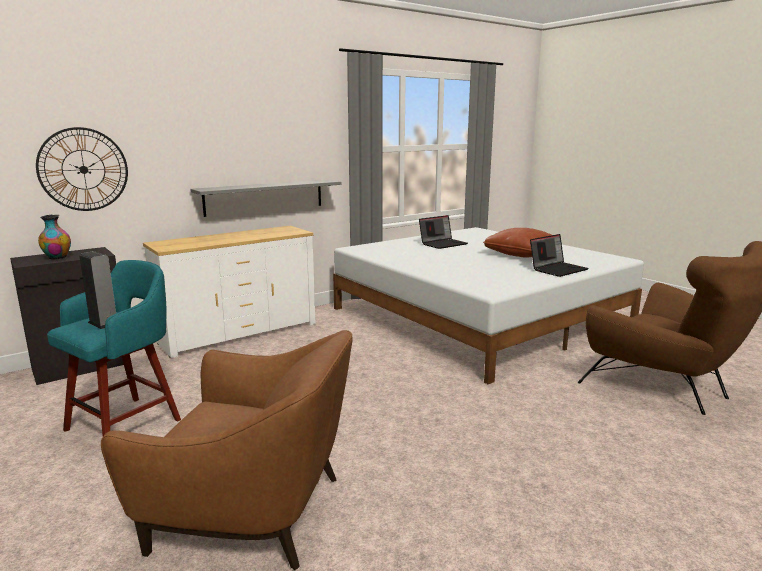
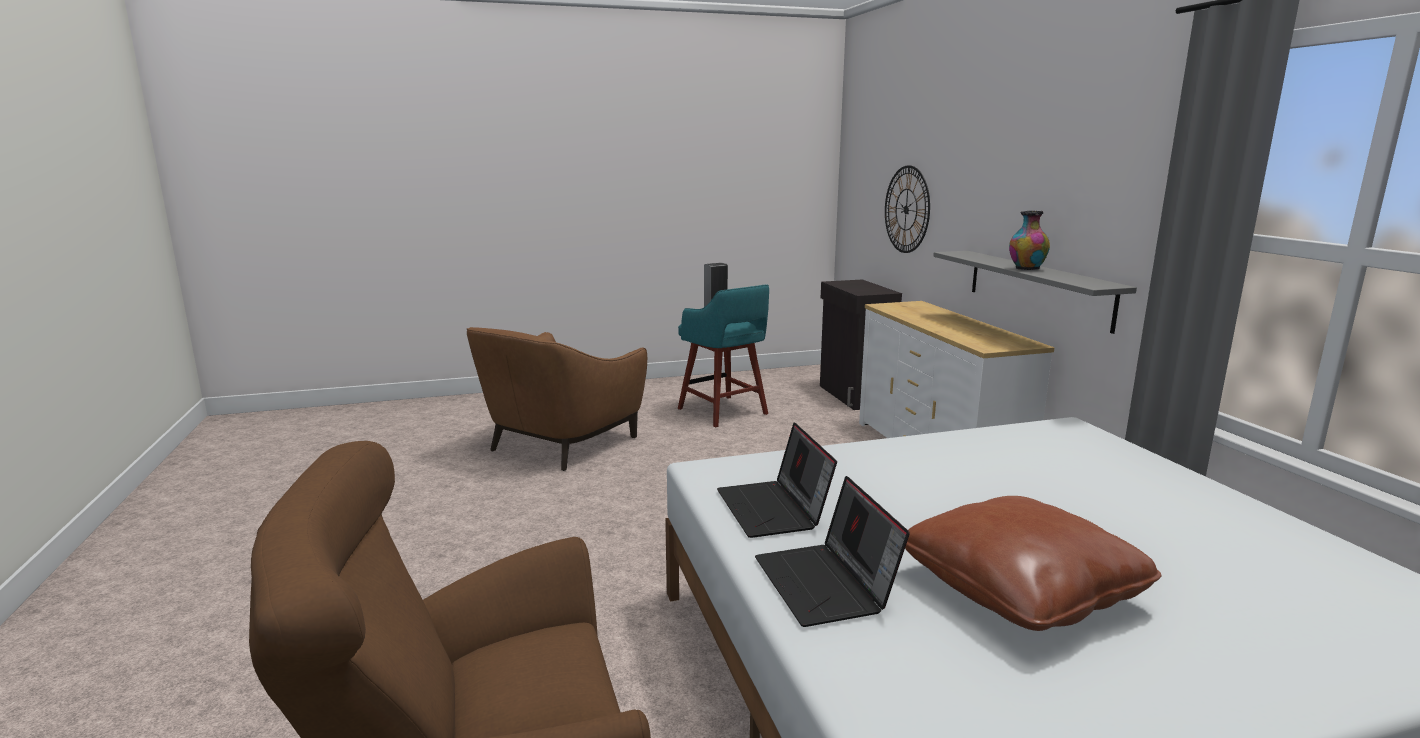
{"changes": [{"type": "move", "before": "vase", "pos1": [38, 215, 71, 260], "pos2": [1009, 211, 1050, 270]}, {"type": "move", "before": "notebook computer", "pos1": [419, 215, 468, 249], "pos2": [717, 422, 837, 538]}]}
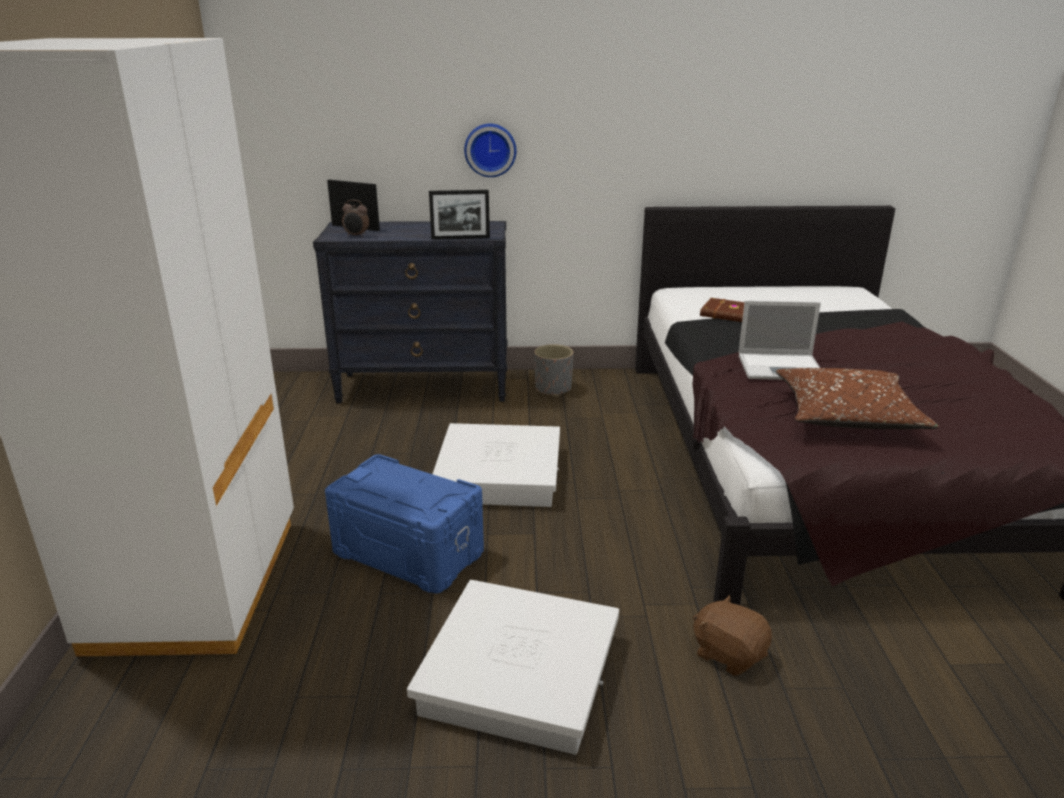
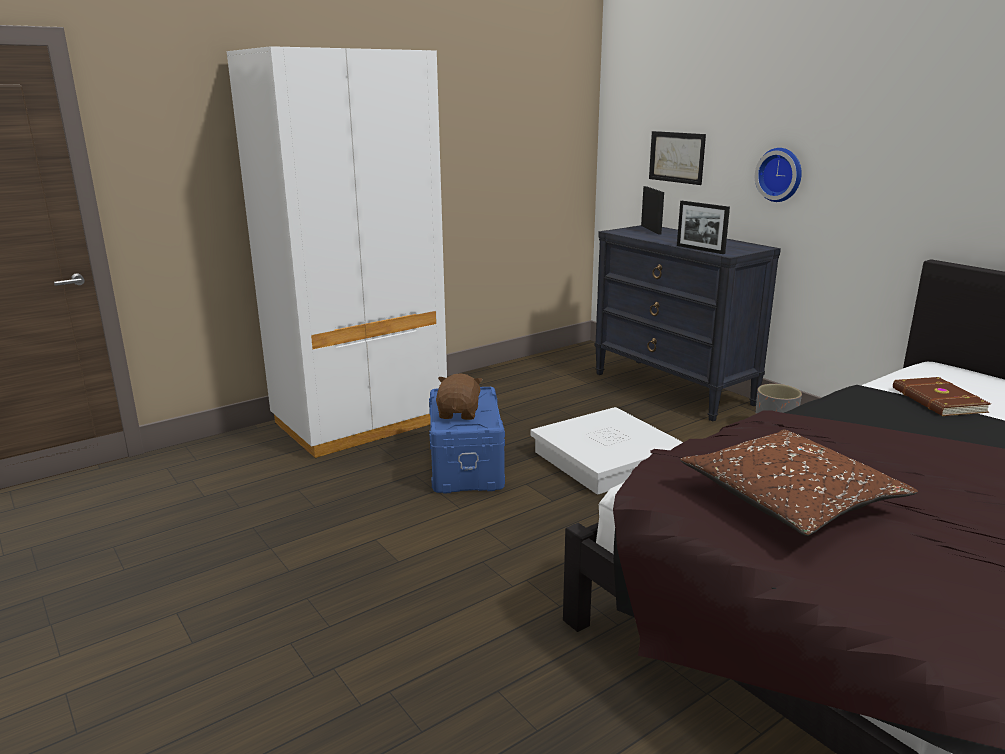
{"changes": [{"type": "delete", "before": "alarm clock", "pos1": [342, 200, 369, 237]}, {"type": "delete", "before": "whitish storage box", "pos1": [407, 580, 619, 755]}, {"type": "move", "before": "brownish cuddly toy", "pos1": [693, 595, 772, 676], "pos2": [436, 373, 483, 420]}, {"type": "delete", "before": "notebook computer", "pos1": [739, 300, 821, 380]}, {"type": "insert", "after": "wall picture", "pos2": [649, 131, 706, 185]}]}
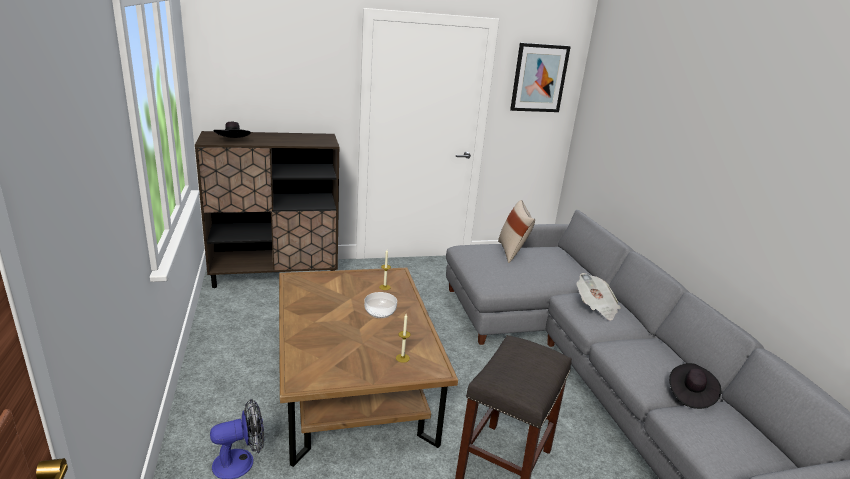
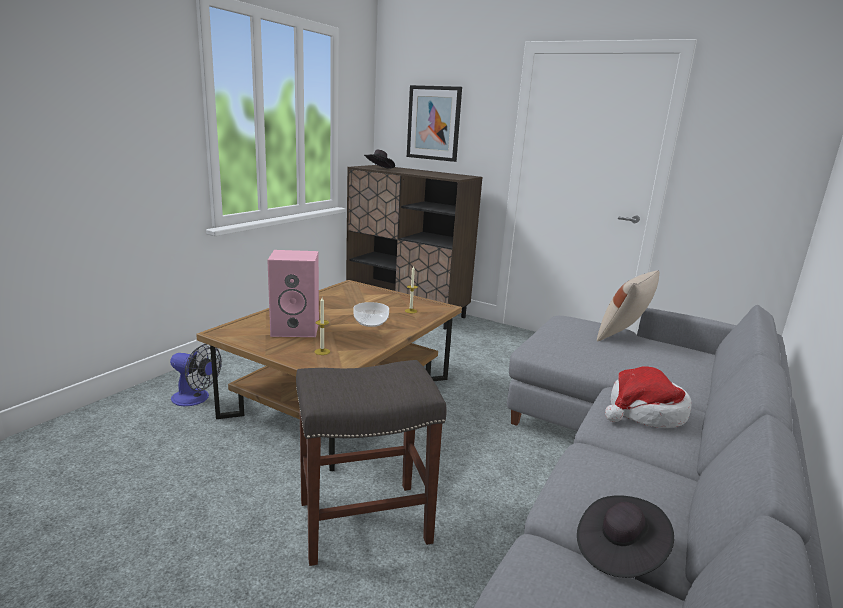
{"changes": [{"type": "move", "before": "wall picture", "pos1": [510, 43, 571, 112], "pos2": [407, 85, 462, 162]}, {"type": "replace", "before": "printed paper", "after": "hat", "pos1": [576, 273, 621, 321], "pos2": [605, 366, 691, 428]}, {"type": "insert", "after": "pink speaker", "pos2": [267, 250, 319, 337]}]}
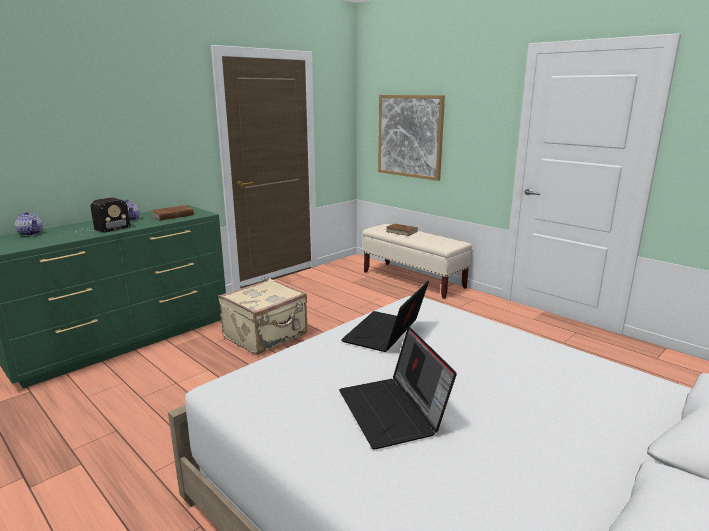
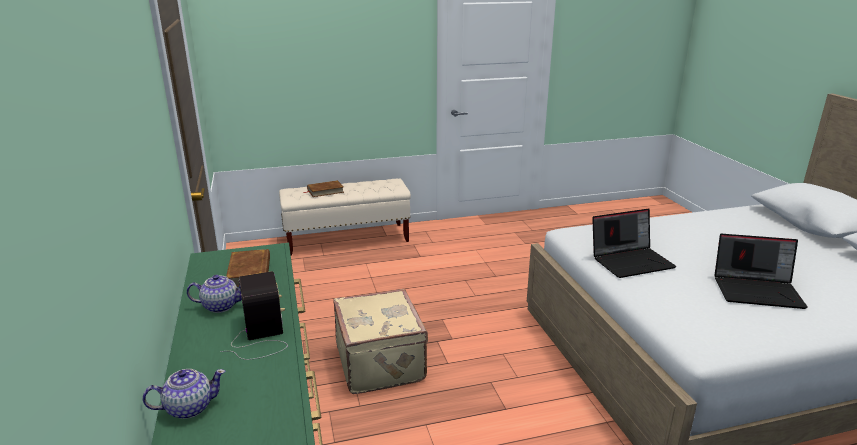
{"changes": [{"type": "rotate", "before": "notebook computer", "pos1": [341, 281, 429, 352], "pos2": [592, 208, 676, 278], "turn": -75}, {"type": "delete", "before": "wall picture", "pos1": [378, 95, 445, 181]}]}
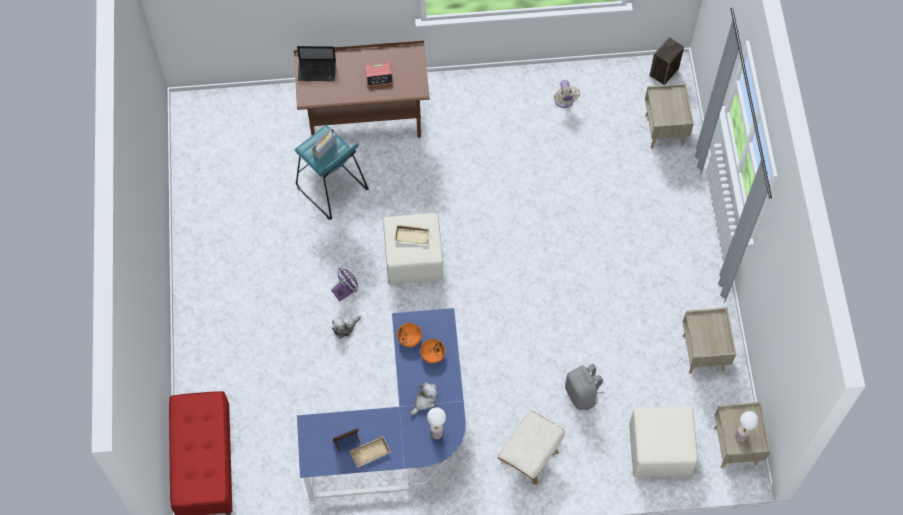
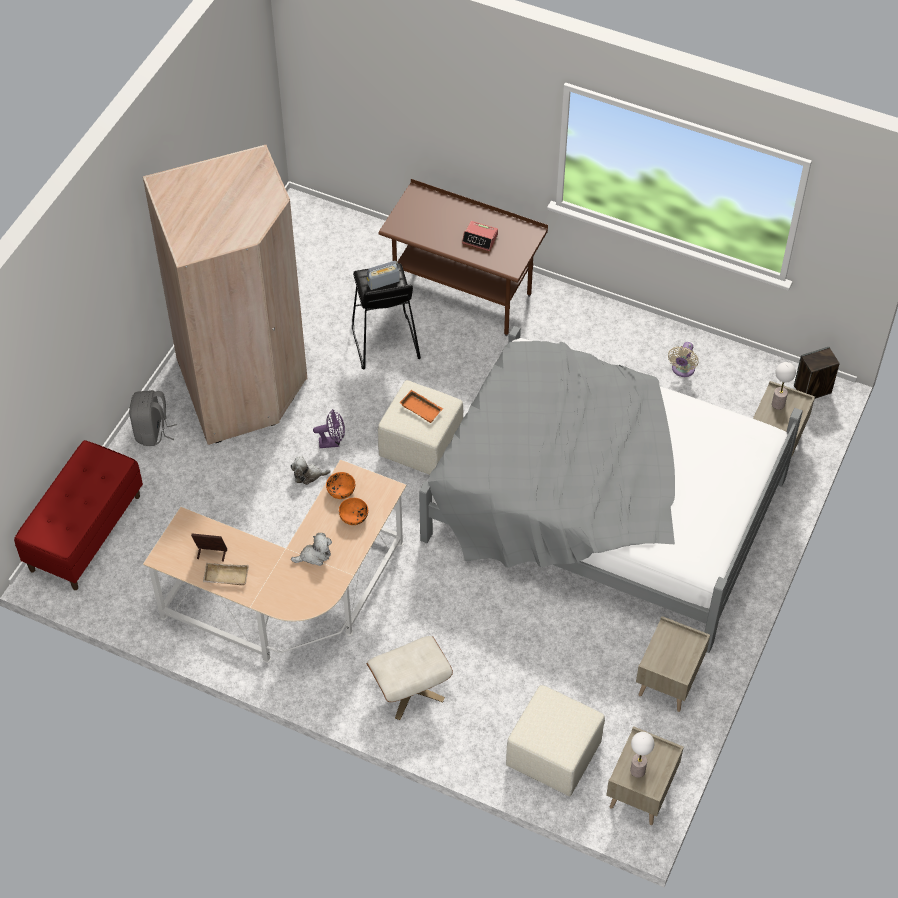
{"changes": [{"type": "recolor", "before": "blue-green stool seat", "after": "black-coloured stool seat", "pos1": [295, 125, 369, 220], "pos2": [352, 263, 421, 370]}, {"type": "delete", "before": "notebook computer", "pos1": [297, 46, 336, 81]}, {"type": "recolor", "before": "blue-coloured desk table", "after": "beige desk table", "pos1": [297, 308, 466, 503], "pos2": [143, 459, 407, 663]}, {"type": "recolor", "before": "beige carrying tray", "after": "orangey carrying tray", "pos1": [395, 225, 430, 244], "pos2": [399, 390, 443, 423]}, {"type": "move", "before": "lamp for a table", "pos1": [427, 407, 446, 439], "pos2": [772, 362, 796, 410]}, {"type": "move", "before": "greyish knapsack", "pos1": [565, 364, 604, 410], "pos2": [129, 390, 177, 446]}, {"type": "insert", "after": "beige wardrobe", "pos2": [143, 145, 308, 445]}, {"type": "insert", "after": "greyish bedroom bed", "pos2": [419, 326, 803, 653]}]}
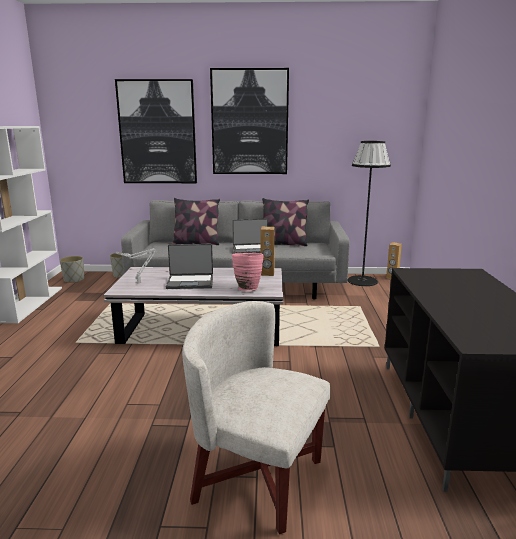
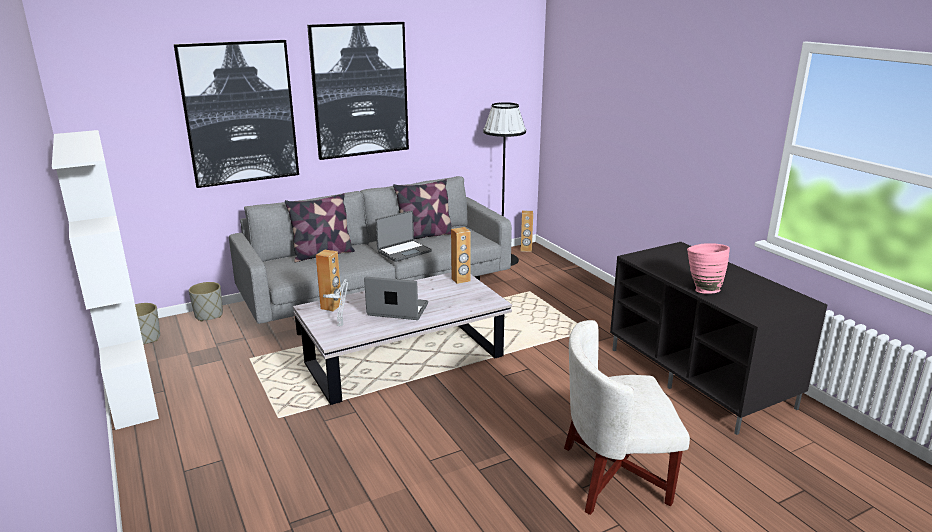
{"changes": [{"type": "rotate", "before": "notebook computer", "pos1": [166, 244, 213, 289], "pos2": [364, 277, 428, 320], "turn": -135}, {"type": "move", "before": "pink vase", "pos1": [232, 253, 264, 291], "pos2": [687, 243, 730, 294]}, {"type": "insert", "after": "brownish speaker", "pos2": [316, 249, 342, 311]}]}
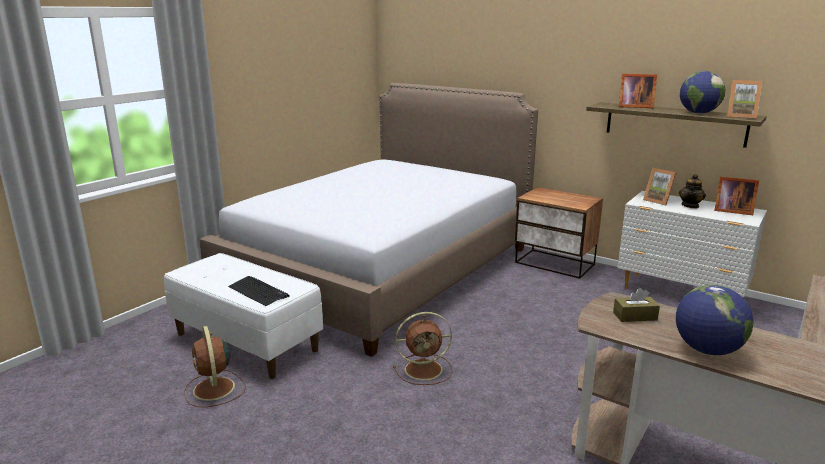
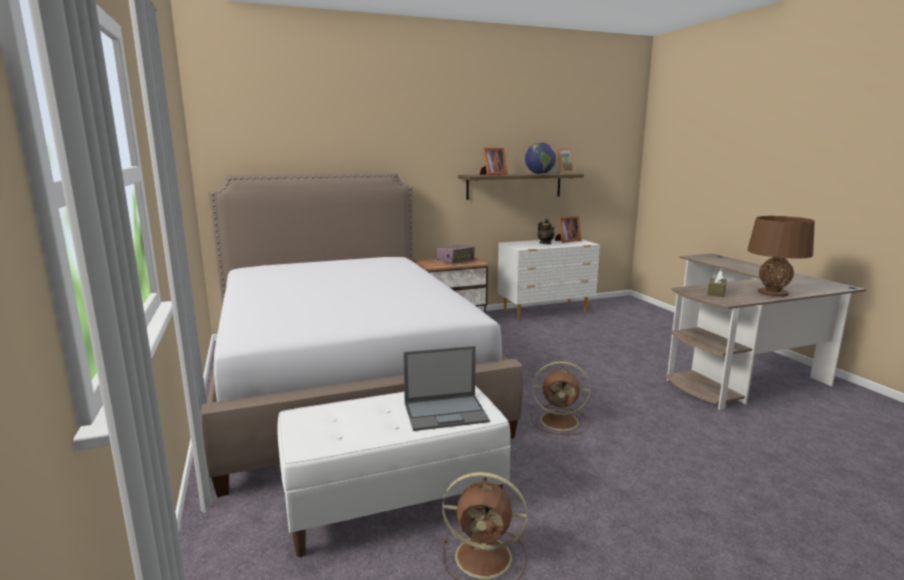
{"changes": [{"type": "replace", "before": "keyboard", "after": "notebook computer", "pos1": [228, 276, 290, 306], "pos2": [403, 346, 490, 431]}, {"type": "rotate", "before": "brownish fan", "pos1": [393, 312, 452, 385], "pos2": [530, 361, 590, 435], "turn": 75}, {"type": "delete", "before": "photo frame", "pos1": [643, 168, 676, 205]}, {"type": "replace", "before": "globe", "after": "brownish lamp for a table", "pos1": [676, 285, 753, 355], "pos2": [747, 216, 815, 297]}, {"type": "insert", "after": "radio receiver", "pos2": [437, 245, 475, 264]}]}
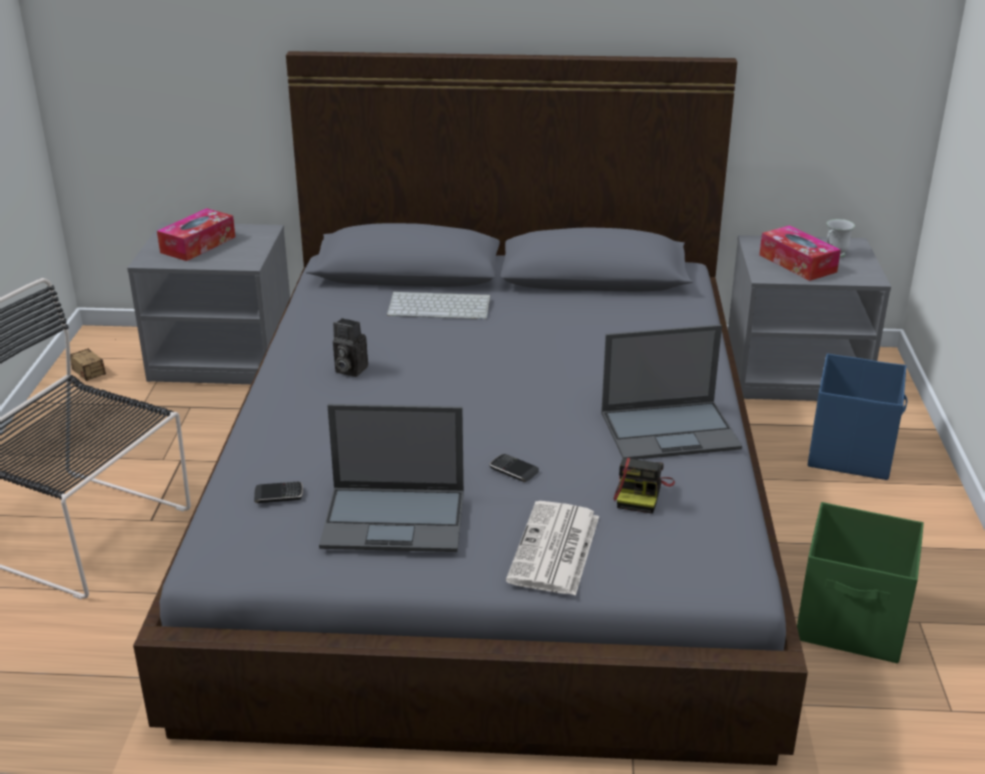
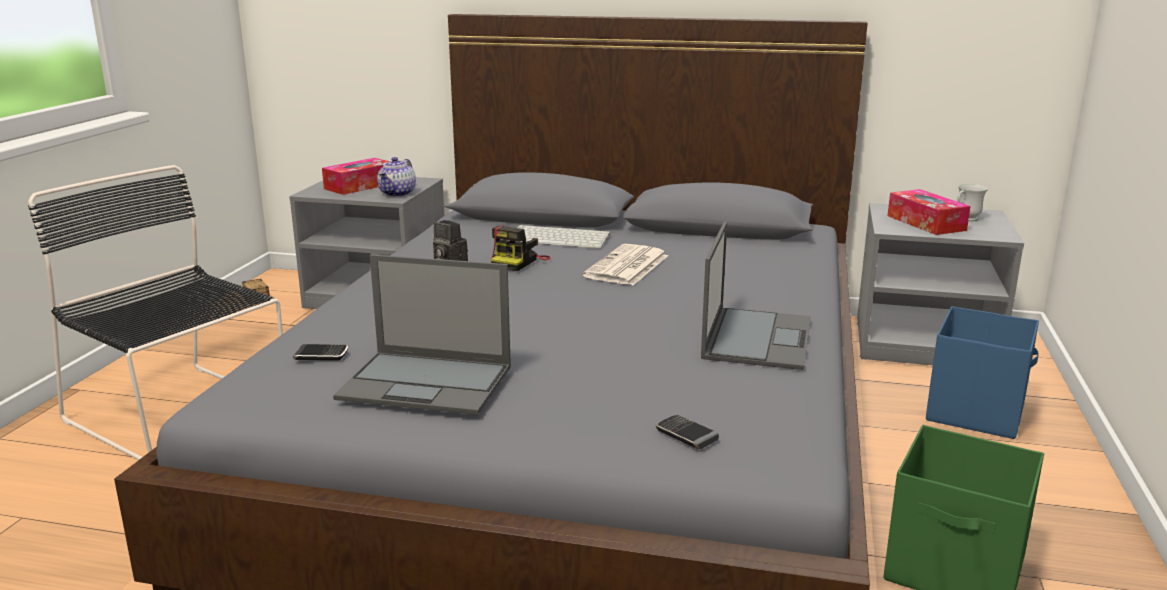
{"changes": [{"type": "move", "before": "handset", "pos1": [489, 454, 539, 482], "pos2": [656, 415, 719, 449]}, {"type": "move", "before": "printed paper", "pos1": [506, 501, 599, 596], "pos2": [582, 244, 668, 285]}, {"type": "rotate", "before": "notebook computer", "pos1": [601, 324, 742, 459], "pos2": [701, 221, 811, 370], "turn": -75}, {"type": "move", "before": "still camera", "pos1": [613, 458, 675, 514], "pos2": [491, 226, 551, 271]}, {"type": "insert", "after": "tea pot", "pos2": [377, 157, 416, 197]}]}
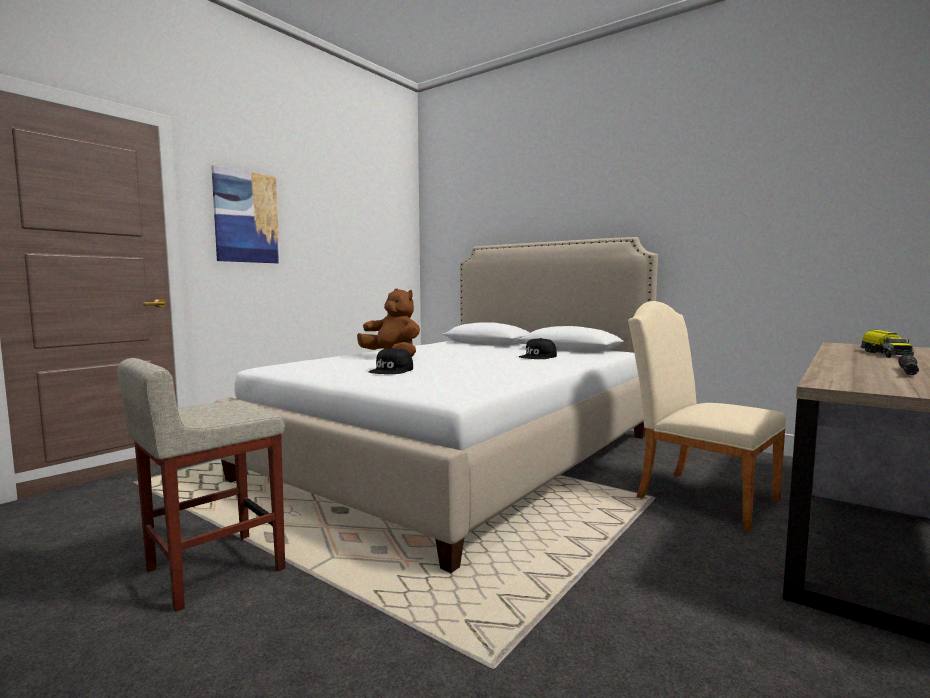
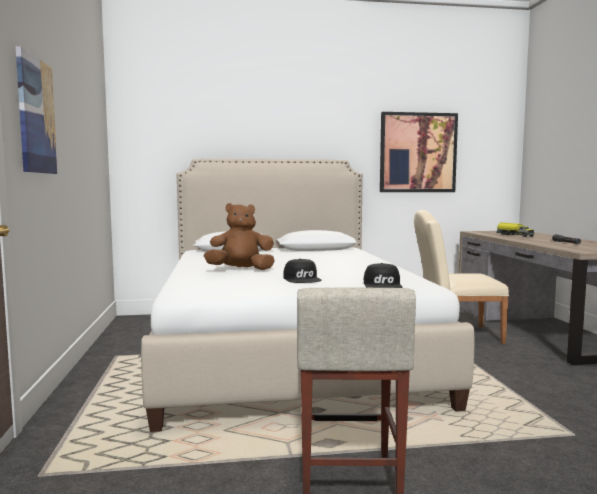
{"changes": [{"type": "move", "before": "black-coloured peaked cap", "pos1": [519, 338, 557, 359], "pos2": [364, 263, 402, 288]}, {"type": "insert", "after": "wall picture", "pos2": [380, 112, 458, 192]}]}
